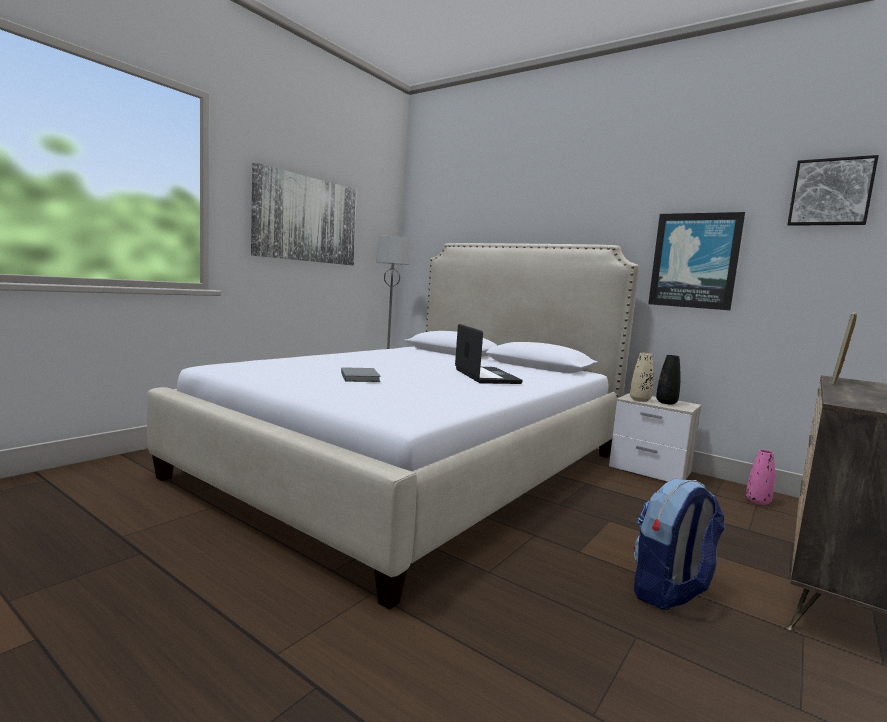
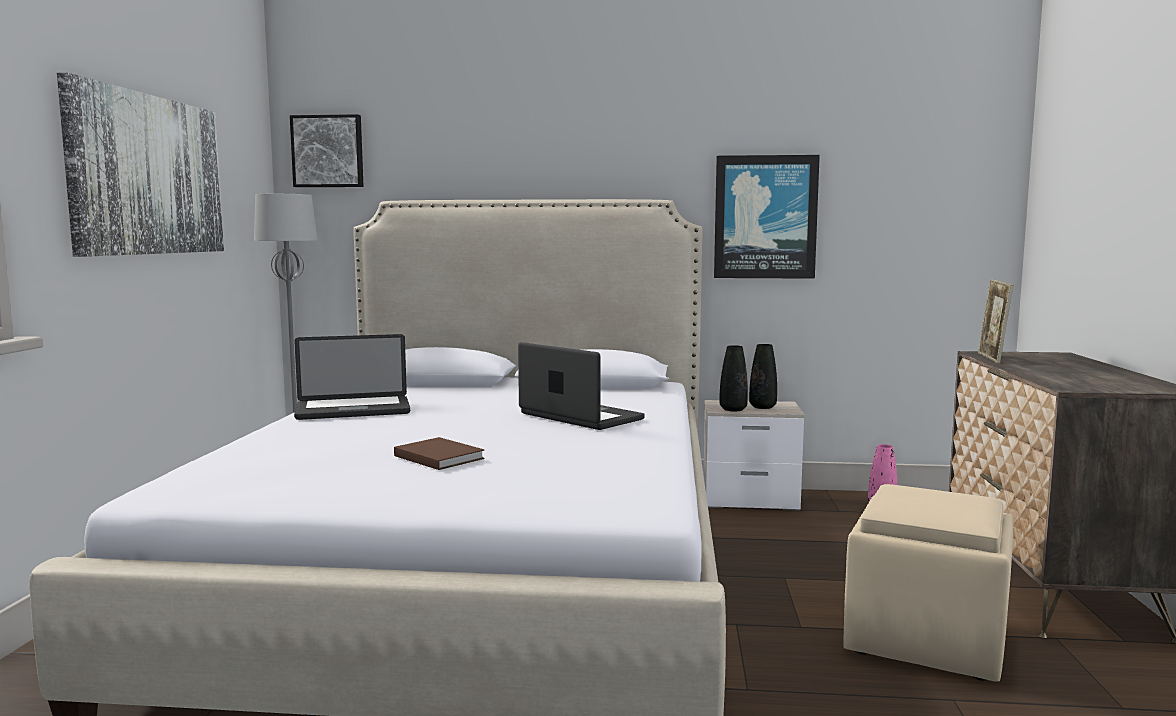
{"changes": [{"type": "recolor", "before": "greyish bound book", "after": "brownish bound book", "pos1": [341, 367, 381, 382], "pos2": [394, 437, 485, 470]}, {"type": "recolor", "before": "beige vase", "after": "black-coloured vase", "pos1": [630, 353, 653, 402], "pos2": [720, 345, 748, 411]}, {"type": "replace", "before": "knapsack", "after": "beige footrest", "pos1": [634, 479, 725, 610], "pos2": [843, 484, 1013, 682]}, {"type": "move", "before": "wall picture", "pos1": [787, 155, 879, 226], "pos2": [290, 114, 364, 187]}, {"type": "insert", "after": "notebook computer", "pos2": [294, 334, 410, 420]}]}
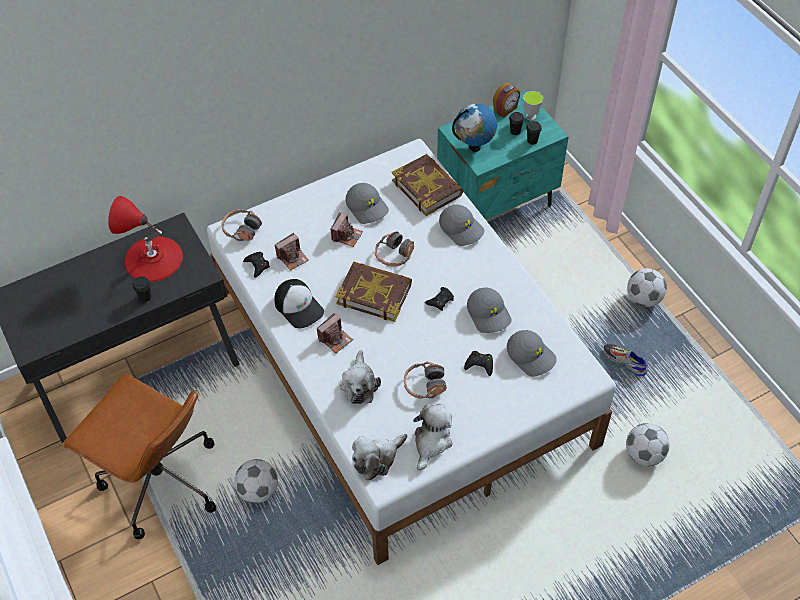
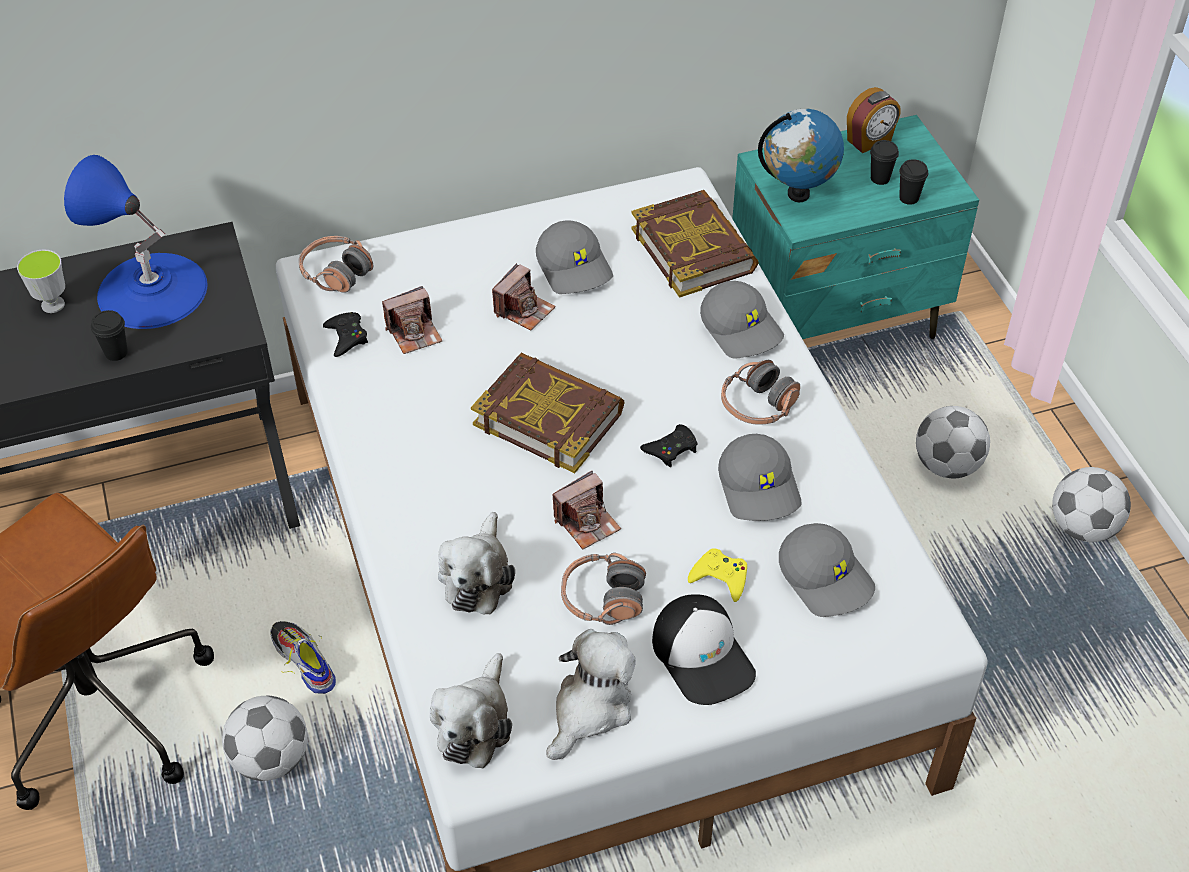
{"changes": [{"type": "recolor", "before": "reddish lamp for a table", "after": "blue-coloured lamp for a table", "pos1": [108, 196, 183, 282], "pos2": [64, 155, 208, 329]}, {"type": "move", "before": "peaked cap", "pos1": [274, 279, 324, 328], "pos2": [652, 594, 756, 705]}, {"type": "move", "before": "still camera", "pos1": [317, 313, 353, 353], "pos2": [553, 471, 621, 549]}, {"type": "rotate", "before": "cuddly toy", "pos1": [352, 434, 407, 481], "pos2": [430, 653, 512, 768], "turn": -45}, {"type": "move", "before": "pair of headphones", "pos1": [375, 231, 414, 267], "pos2": [721, 360, 800, 425]}, {"type": "recolor", "before": "black-coloured gamepad", "after": "yellow-coloured gamepad", "pos1": [464, 351, 493, 376], "pos2": [688, 548, 747, 602]}, {"type": "move", "before": "cup", "pos1": [523, 91, 543, 121], "pos2": [17, 249, 65, 313]}, {"type": "move", "before": "item of footwear", "pos1": [603, 344, 648, 376], "pos2": [270, 621, 336, 694]}, {"type": "move", "before": "football ball", "pos1": [626, 423, 670, 466], "pos2": [916, 406, 990, 479]}]}
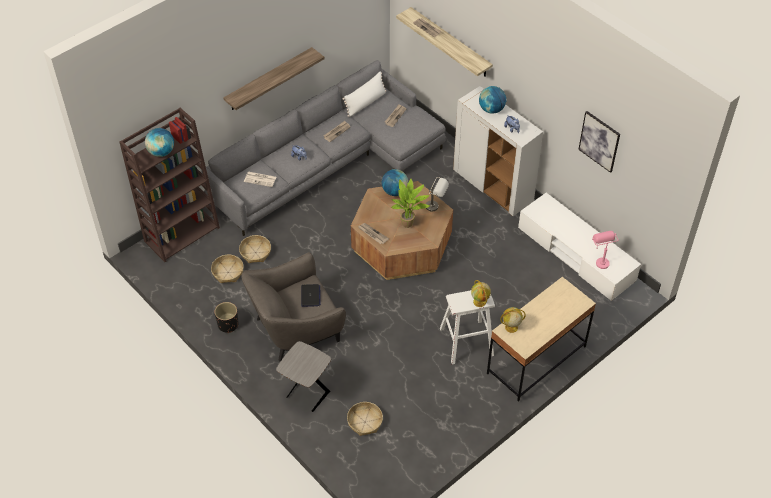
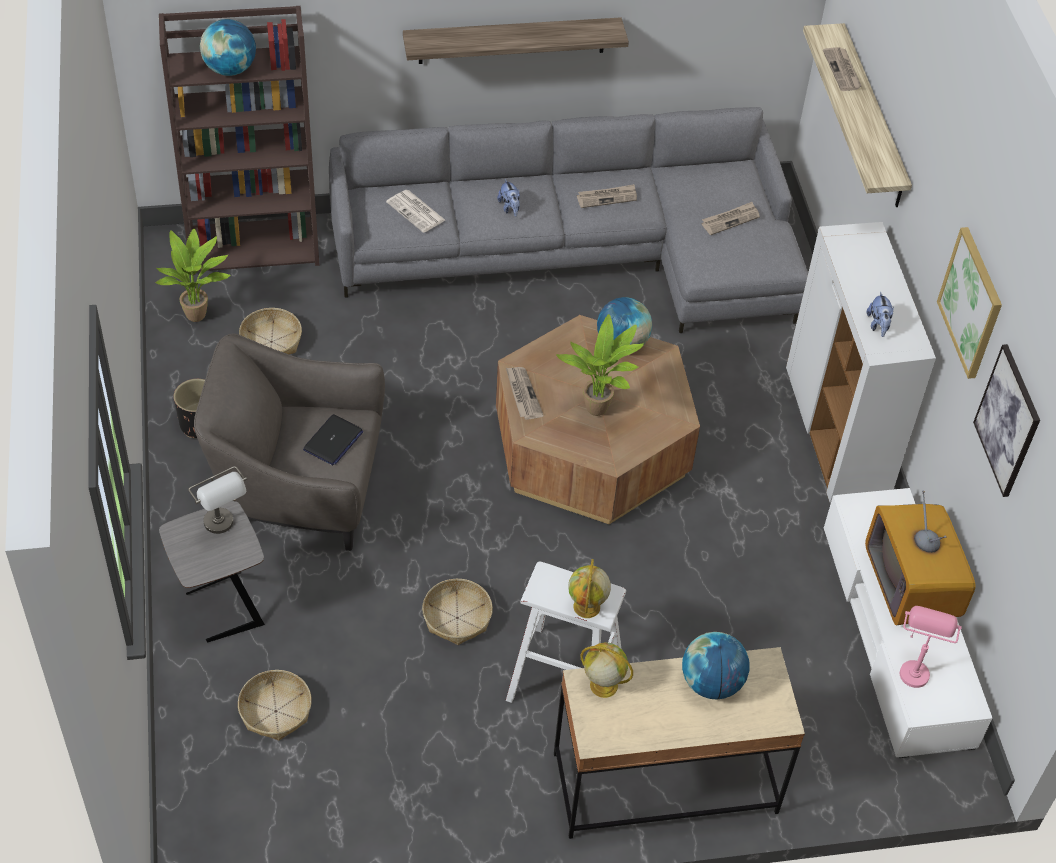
{"changes": [{"type": "move", "before": "basket", "pos1": [239, 235, 271, 263], "pos2": [422, 579, 493, 645]}, {"type": "delete", "before": "whitish cushion", "pos1": [343, 72, 386, 117]}, {"type": "move", "before": "greyish lamp for a table", "pos1": [426, 177, 449, 211], "pos2": [188, 466, 247, 534]}, {"type": "move", "before": "globe", "pos1": [479, 86, 506, 114], "pos2": [682, 632, 750, 700]}, {"type": "insert", "after": "plant in a pot", "pos2": [155, 228, 230, 322]}, {"type": "insert", "after": "television", "pos2": [865, 490, 976, 626]}, {"type": "insert", "after": "wall picture", "pos2": [937, 227, 1002, 379]}]}
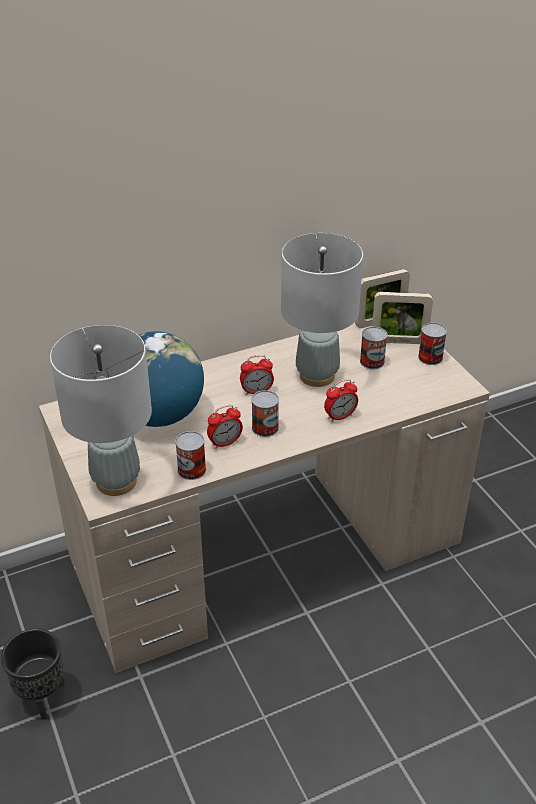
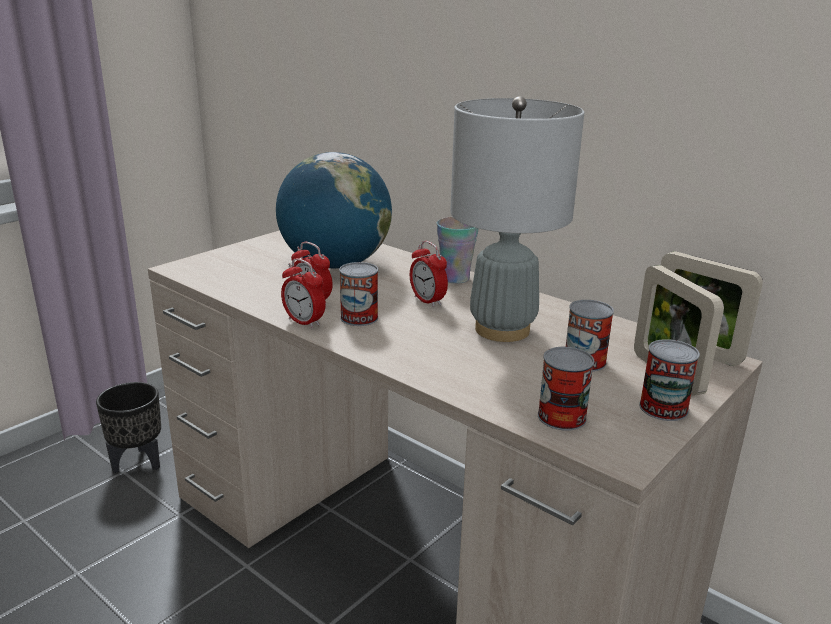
{"changes": [{"type": "delete", "before": "greyish lamp for a table", "pos1": [50, 325, 152, 496]}, {"type": "move", "before": "sealed can", "pos1": [175, 431, 206, 480], "pos2": [538, 347, 594, 431]}, {"type": "move", "before": "alarm clock", "pos1": [324, 379, 358, 422], "pos2": [281, 258, 326, 328]}, {"type": "insert", "after": "cup", "pos2": [437, 217, 478, 284]}]}
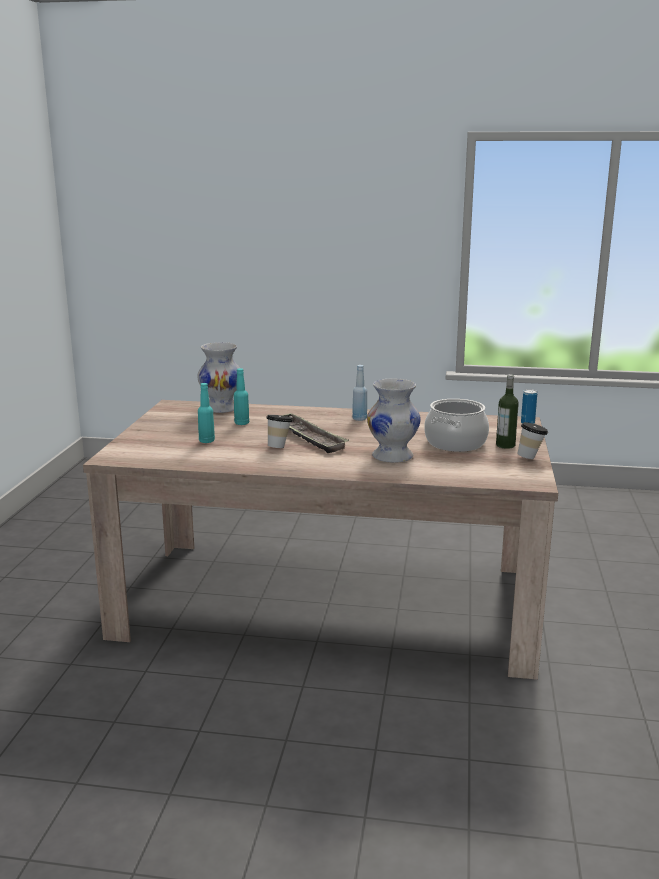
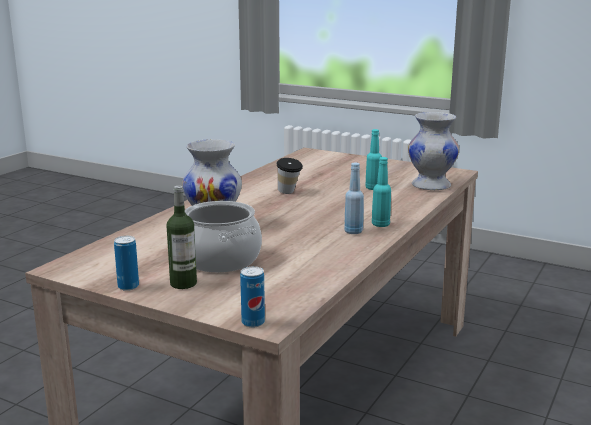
{"changes": [{"type": "move", "before": "blue-green beverage bottle", "pos1": [198, 383, 215, 443], "pos2": [372, 157, 391, 227]}, {"type": "delete", "before": "carrying tray", "pos1": [281, 413, 349, 453]}, {"type": "replace", "before": "cup", "after": "sealed can", "pos1": [517, 422, 548, 459], "pos2": [114, 236, 139, 291]}]}
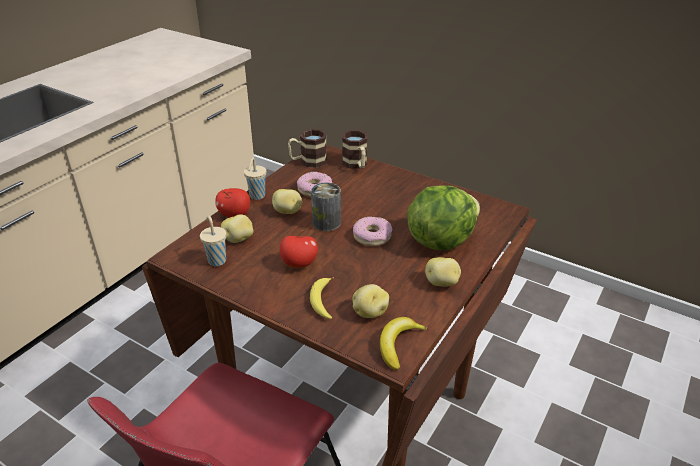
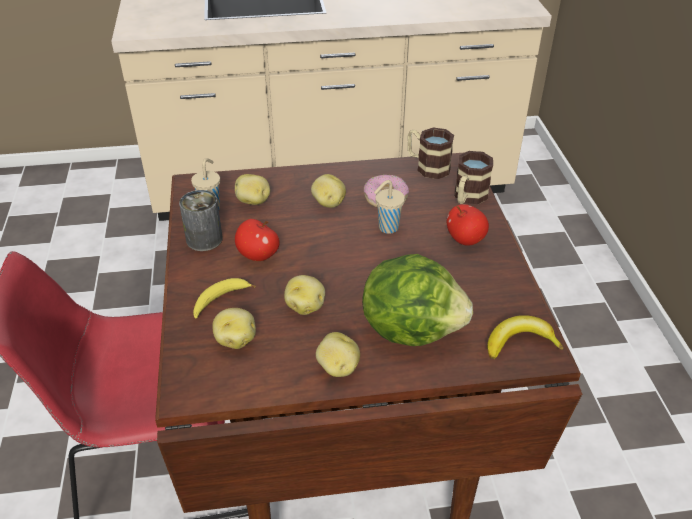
{"changes": [{"type": "move", "before": "apple fruit", "pos1": [215, 188, 250, 217], "pos2": [447, 204, 489, 246]}, {"type": "move", "before": "beige cup", "pos1": [244, 157, 266, 200], "pos2": [374, 180, 405, 234]}, {"type": "move", "before": "sealed can", "pos1": [311, 182, 341, 231], "pos2": [179, 190, 223, 251]}, {"type": "delete", "before": "doughnut", "pos1": [353, 217, 392, 246]}, {"type": "move", "before": "banana", "pos1": [380, 317, 428, 371], "pos2": [487, 315, 563, 359]}, {"type": "insert", "after": "spud", "pos2": [284, 275, 325, 315]}]}
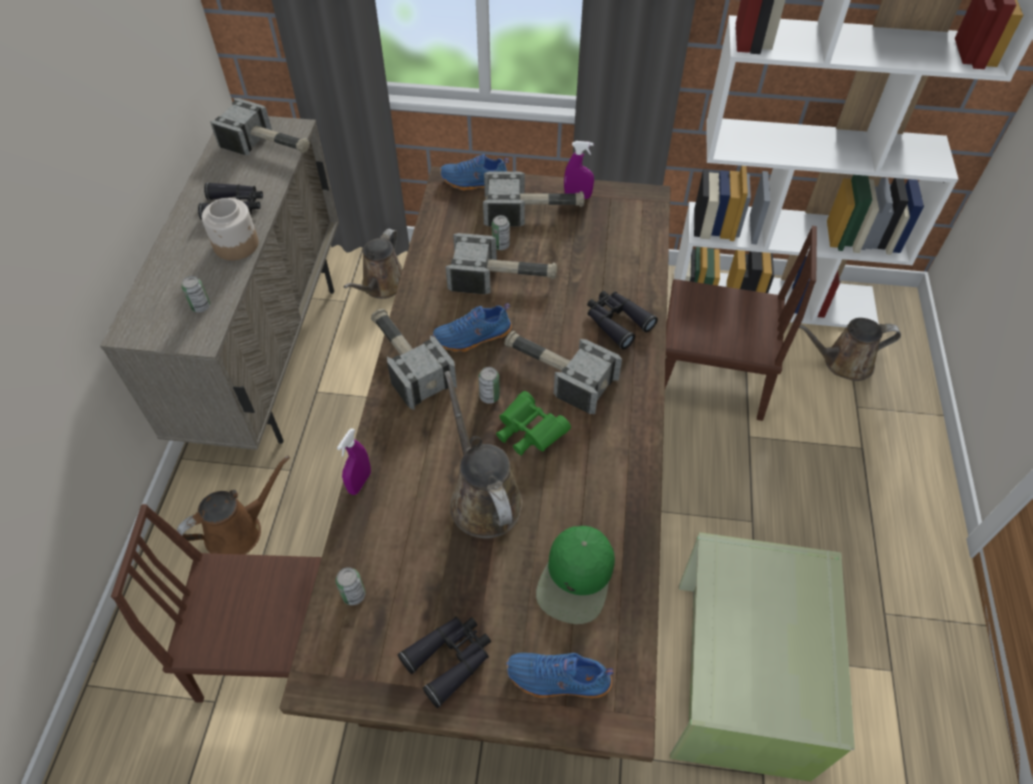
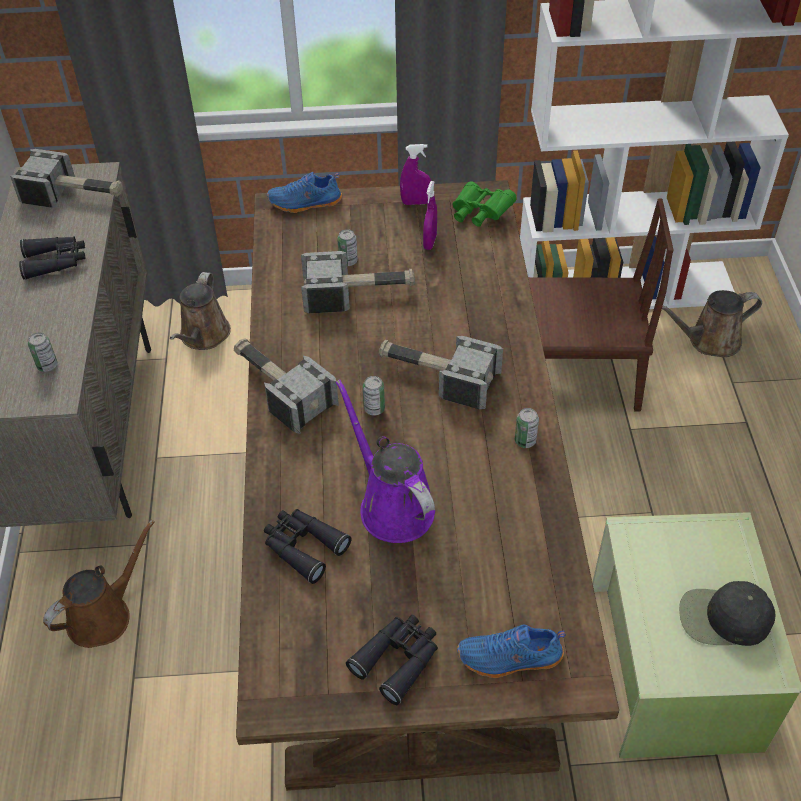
{"changes": [{"type": "delete", "before": "brownish plain chair", "pos1": [111, 504, 322, 703]}, {"type": "delete", "before": "storage jar", "pos1": [202, 198, 259, 260]}, {"type": "move", "before": "sealed can", "pos1": [336, 567, 365, 605], "pos2": [515, 408, 539, 448]}, {"type": "move", "before": "purple-coloured hand sprayer", "pos1": [337, 428, 371, 495], "pos2": [423, 181, 437, 250]}, {"type": "delete", "before": "blue-coloured item of footwear", "pos1": [432, 303, 512, 352]}, {"type": "recolor", "before": "brownish sprinkling can", "after": "purple-coloured sprinkling can", "pos1": [444, 371, 523, 539], "pos2": [336, 379, 435, 543]}, {"type": "delete", "before": "hammer", "pos1": [483, 172, 585, 226]}, {"type": "move", "before": "green binoculars", "pos1": [496, 391, 571, 456], "pos2": [452, 181, 517, 227]}, {"type": "delete", "before": "green peaked cap", "pos1": [536, 526, 615, 624]}, {"type": "move", "before": "black-coloured binoculars", "pos1": [587, 291, 658, 350], "pos2": [264, 509, 352, 584]}, {"type": "insert", "after": "black-coloured peaked cap", "pos2": [679, 581, 775, 646]}]}
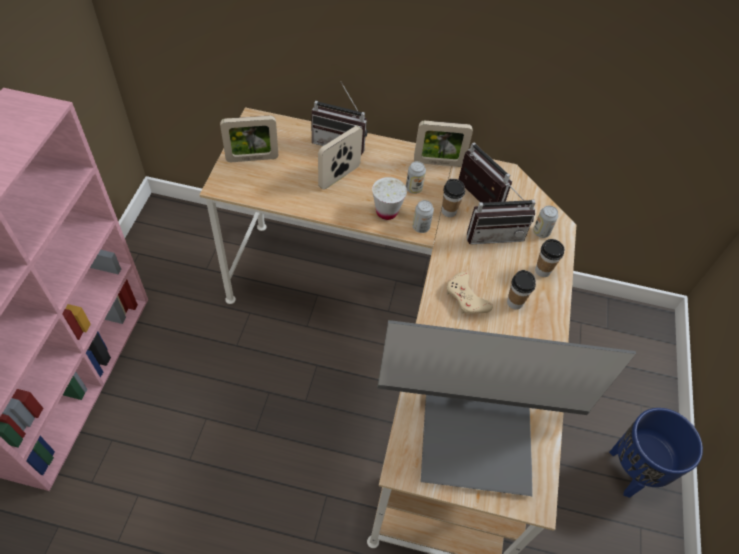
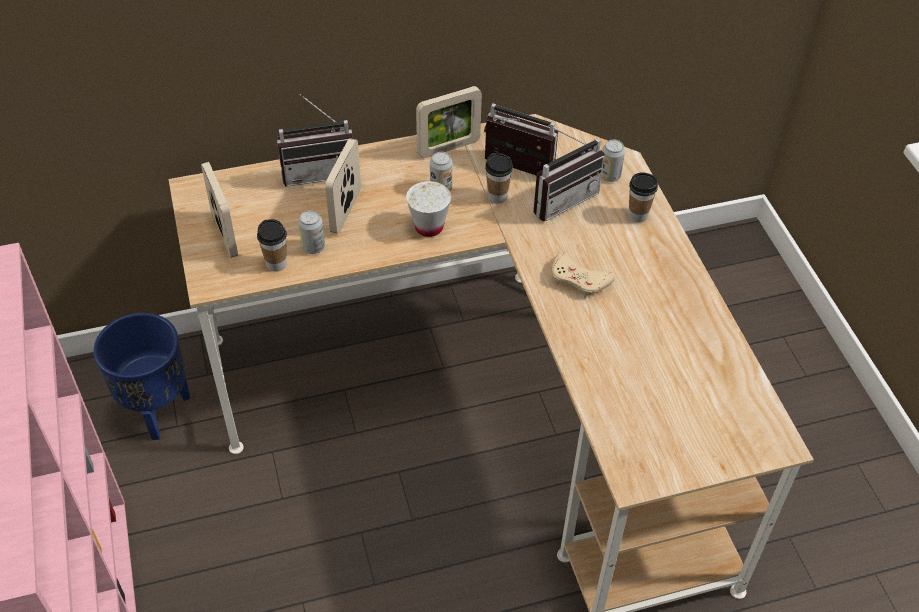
{"changes": [{"type": "rotate", "before": "photo frame", "pos1": [220, 116, 278, 162], "pos2": [201, 162, 238, 258], "turn": -75}, {"type": "delete", "before": "computer display", "pos1": [377, 320, 636, 496]}, {"type": "move", "before": "sealed can", "pos1": [413, 200, 434, 233], "pos2": [298, 210, 325, 254]}, {"type": "move", "before": "cup", "pos1": [507, 270, 536, 310], "pos2": [257, 219, 287, 272]}, {"type": "move", "before": "blue-coloured flower pot", "pos1": [609, 408, 703, 498], "pos2": [94, 313, 190, 440]}]}
